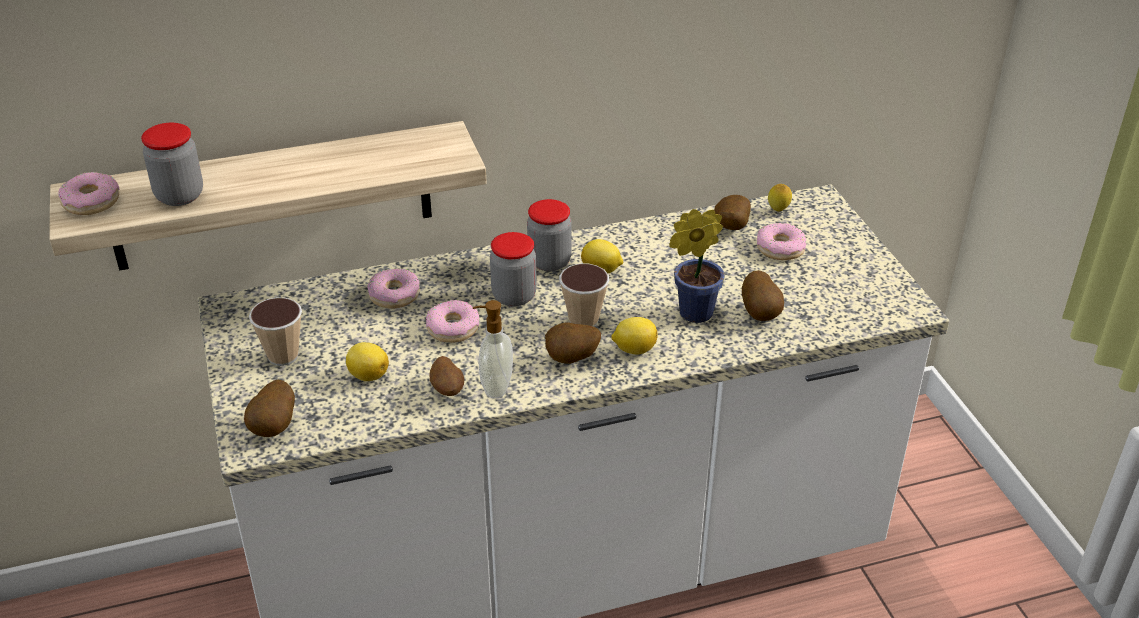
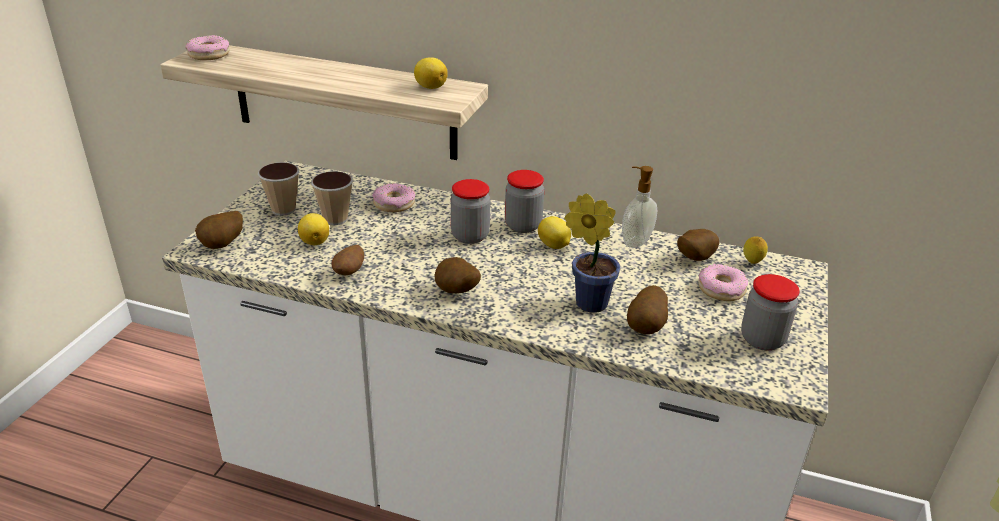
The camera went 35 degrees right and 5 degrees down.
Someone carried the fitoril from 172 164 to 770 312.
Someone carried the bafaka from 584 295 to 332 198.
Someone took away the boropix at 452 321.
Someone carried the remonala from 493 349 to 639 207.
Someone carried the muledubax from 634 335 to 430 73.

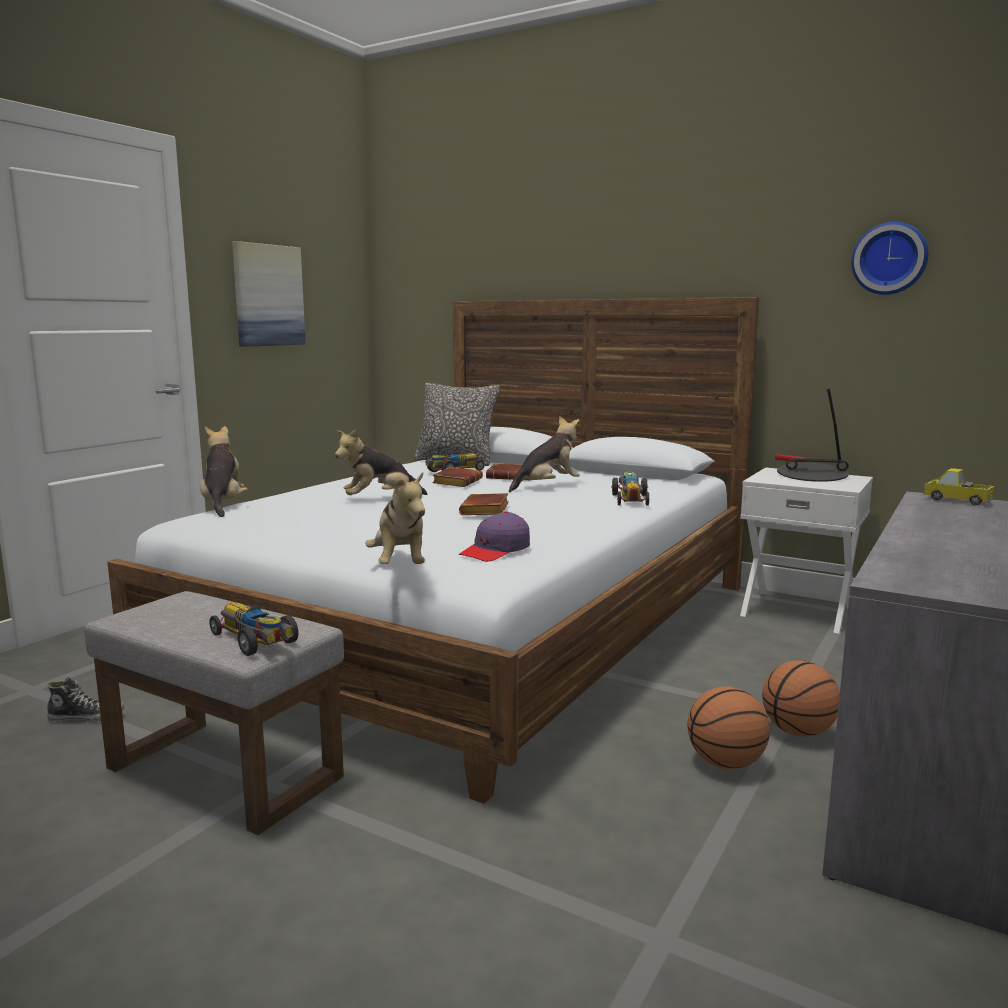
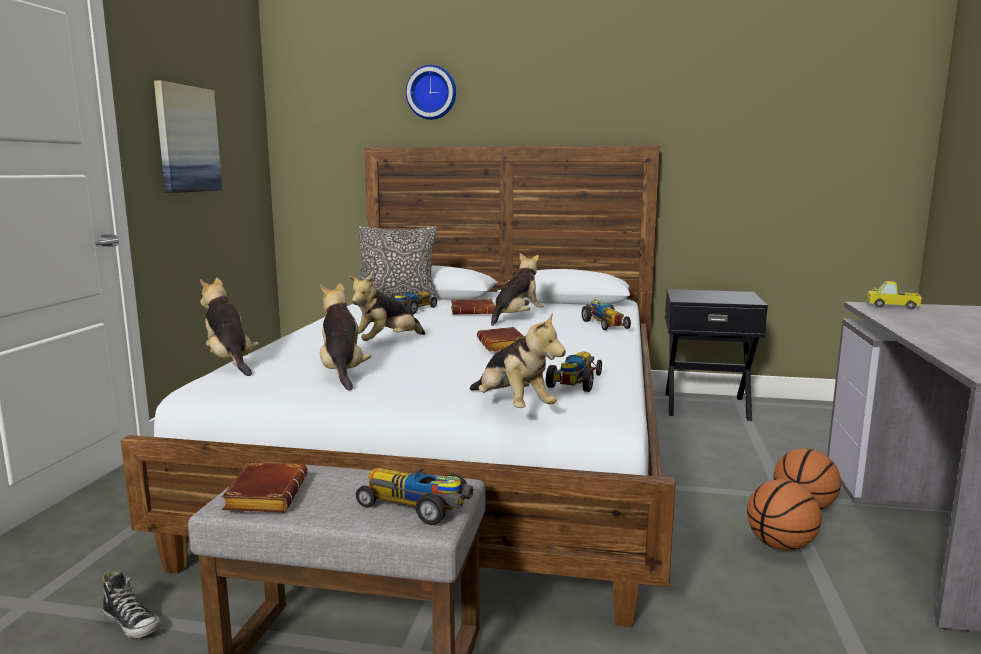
The camera went 20 degrees left and 0 degrees up.
Someone carried the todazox from 890 258 to 431 92.
Someone took away the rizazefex at 812 435.
Someone carried the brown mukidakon from 457 477 to 265 487.
Someone repainted the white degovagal at 806 550, which became the black degovagal at 716 355.
Someone swapped the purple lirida at 494 536 for the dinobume at 574 371.
Someone rotated the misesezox at 85 699 by 60 degrees clockwise.
Someone put down the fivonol at 345 337.

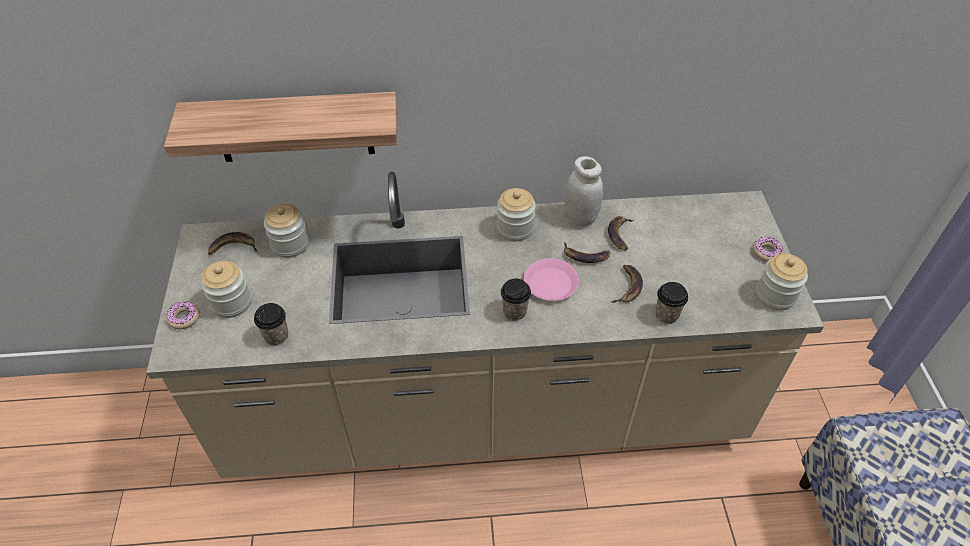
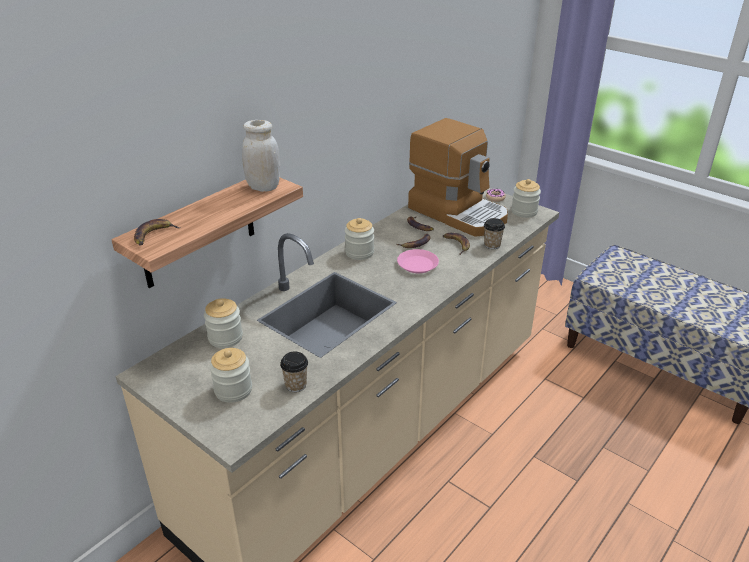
The camera went 45 degrees left and 15 degrees down.
Someone carried the white fitoril from 584 191 to 261 156.
Someone carried the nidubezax from 232 243 to 157 232.
Someone took away the bafaka at 516 300.
Someone took away the boropix at 183 315.
Someone put down the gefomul at 458 177.

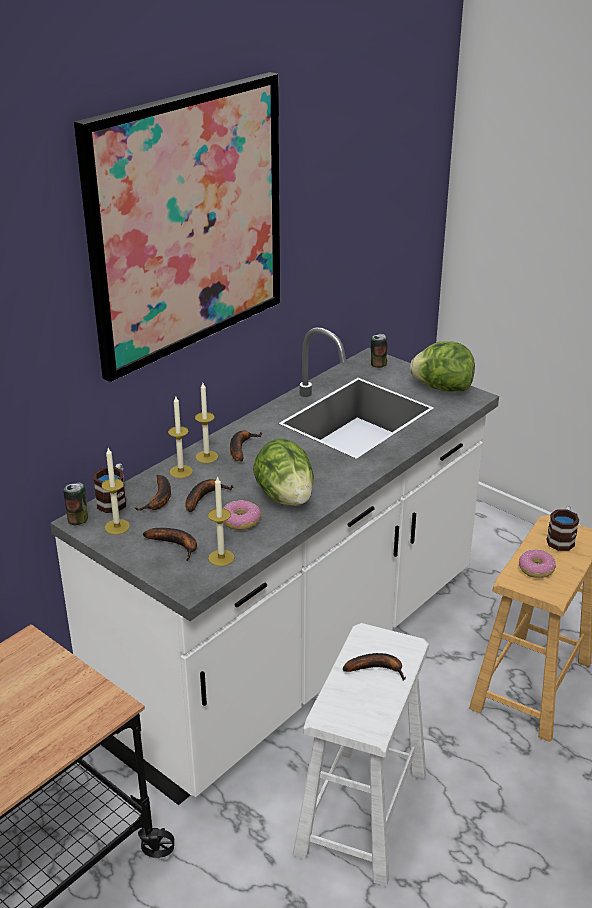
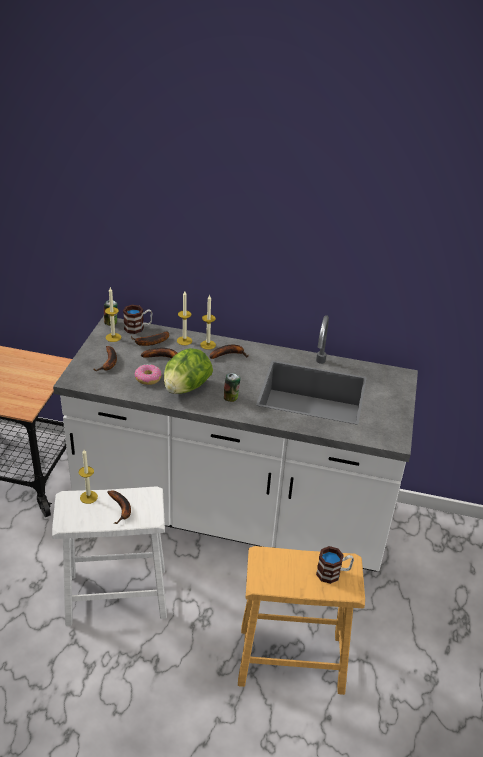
The camera went 60 degrees right and 5 degrees up.
Someone took away the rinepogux at 177 227.
Someone carried the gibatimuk from 379 351 to 232 387.
Someone took away the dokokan at 442 366.
Someone carried the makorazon from 221 521 to 88 477.
Someone took away the boropix at 537 563.

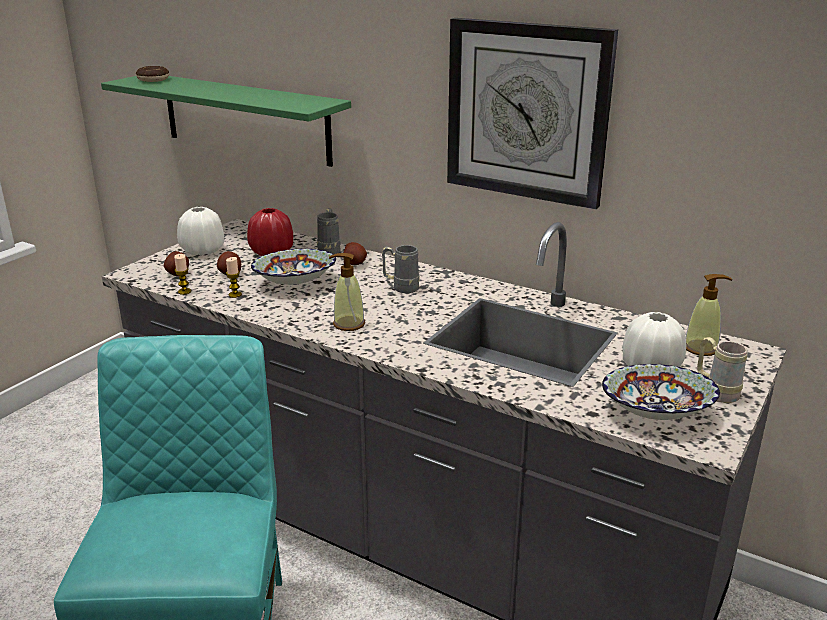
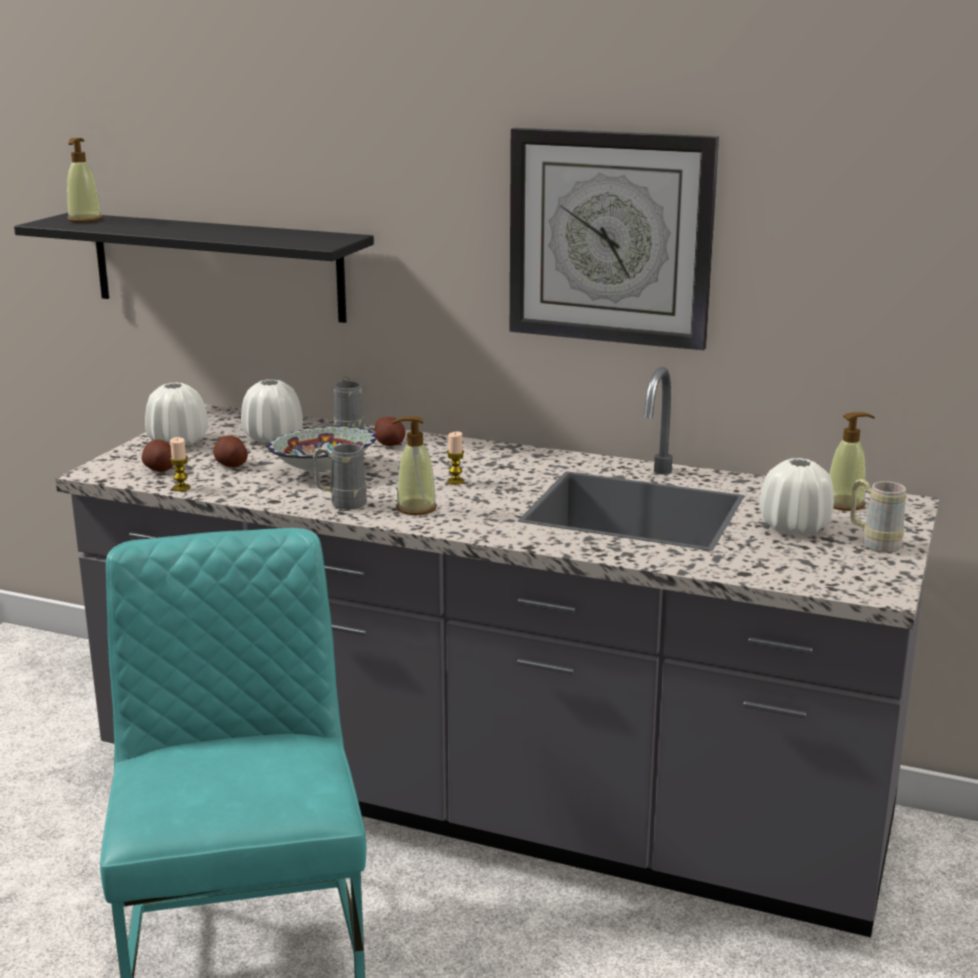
The camera went 10 degrees left and 5 degrees down.
Someone swapped the boropix at 152 74 for the remonala at 85 180.
Someone repainted the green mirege at 226 121, which became the black mirege at 194 268.
Someone repainted the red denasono at 270 232, which became the white denasono at 272 411.
Someone carried the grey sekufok from 401 269 to 340 476.
Someone carried the makorazon from 234 277 to 455 458.
Someone took away the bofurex at 661 392.

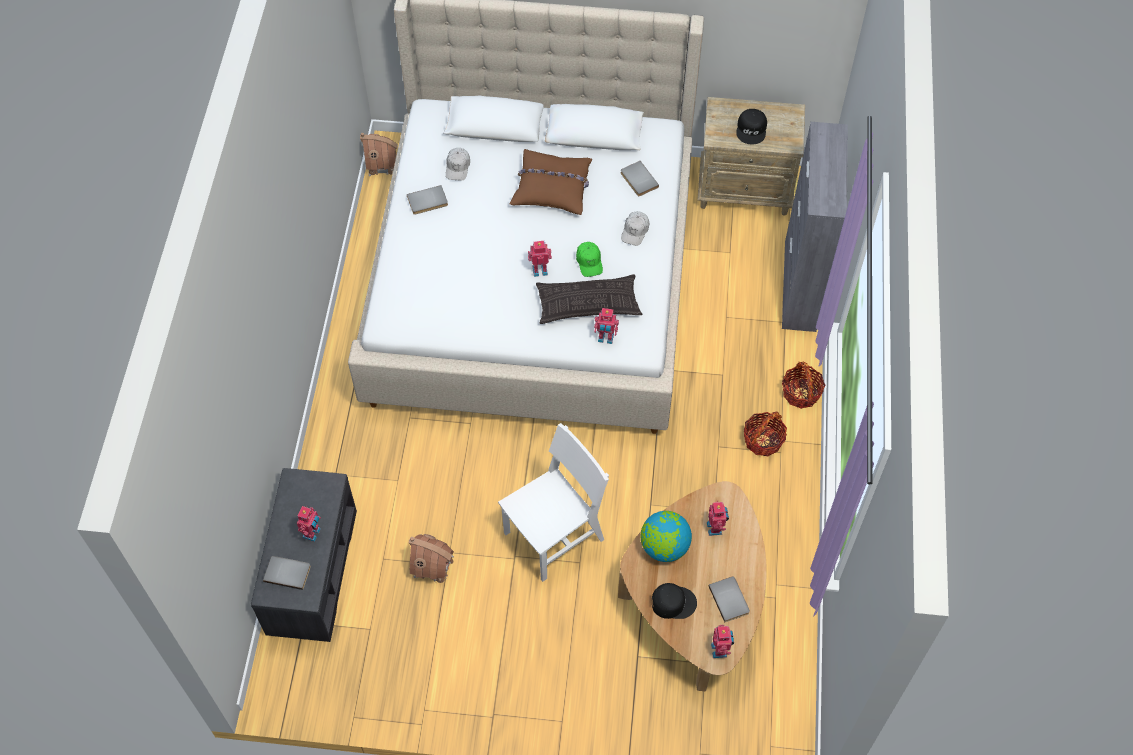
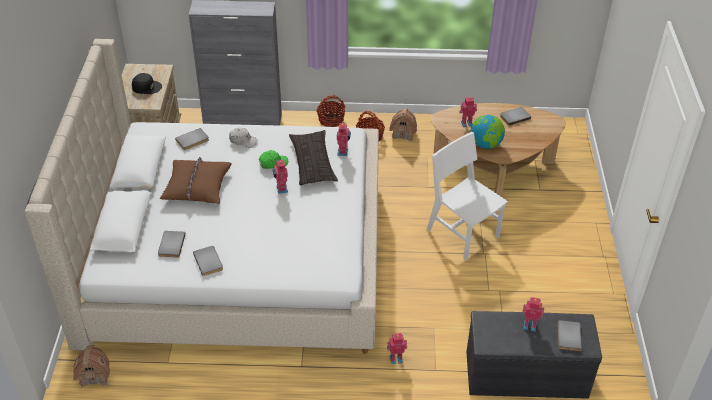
The camera went 95 degrees left and 15 degrees down.
Someone swapped the white lirida at 458 164 for the grey mukidakon at 171 244.
Someone carried the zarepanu from 431 558 to 403 125.
Someone took away the black lirida at 674 601.
Someone carried the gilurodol from 722 641 to 397 348.

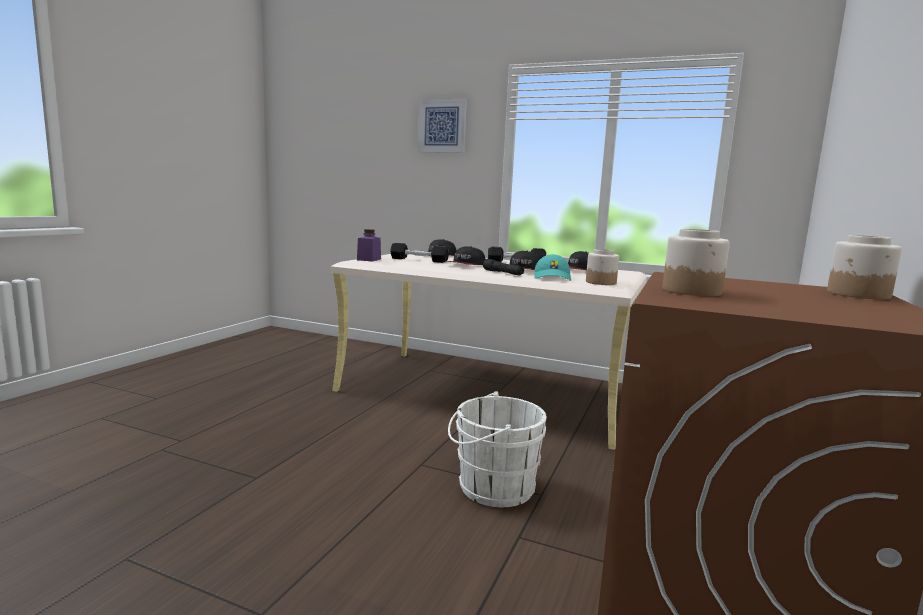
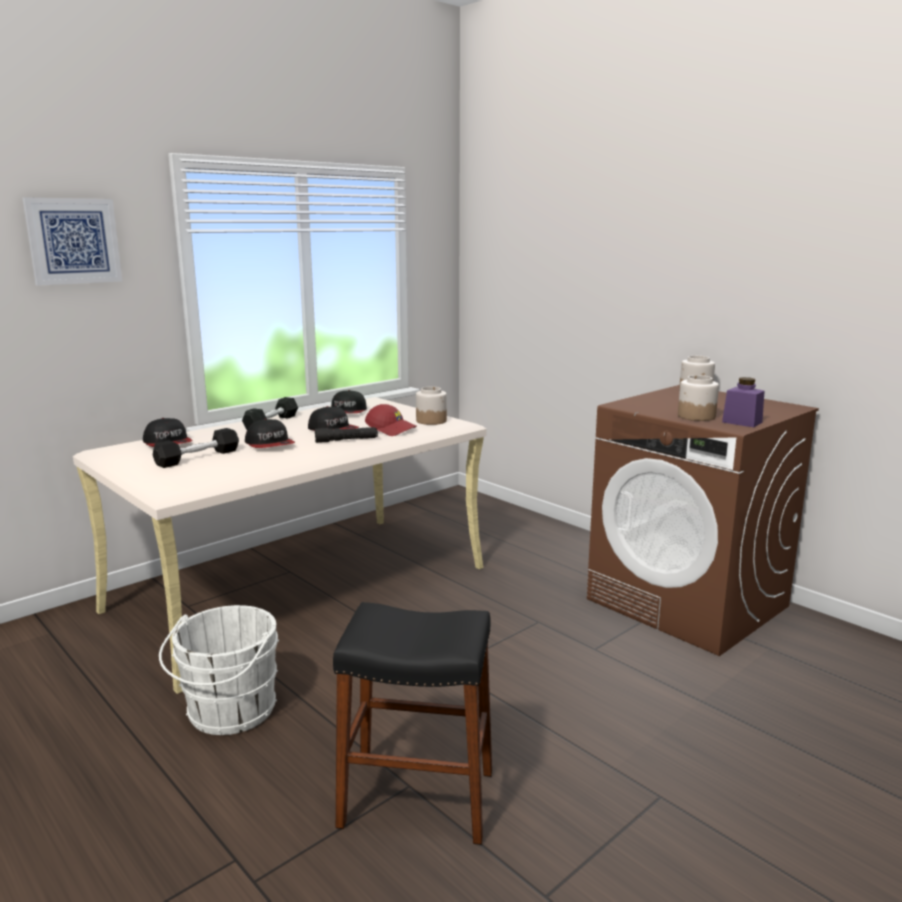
The camera went 65 degrees left and 5 degrees up.
Someone carried the purple fitoril from 369 245 to 743 402.
Someone repainted the turquoise lirida at 552 267, which became the red lirida at 391 420.
Someone carried the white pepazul from 497 449 to 219 670.
Someone put down the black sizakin at 412 723.

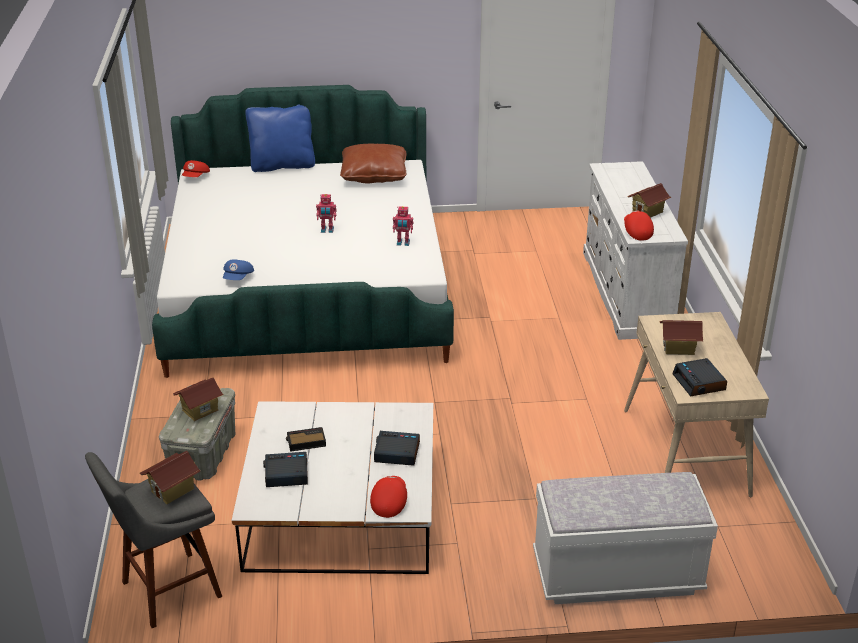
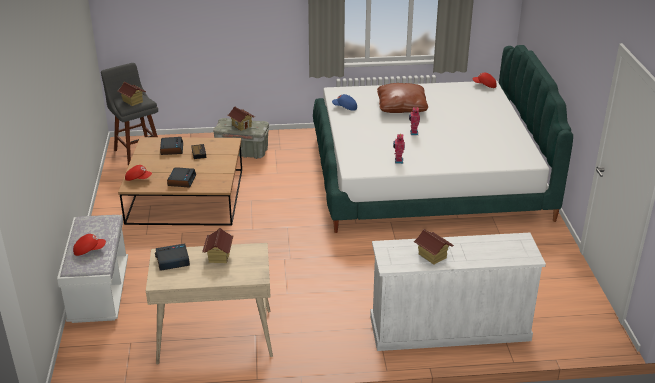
The camera went 90 degrees right and 0 degrees up.
Someone took away the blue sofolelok at 280 138.
Someone carried the brown sofolelok from 373 163 to 402 98.
Someone carried the red lirida from 639 225 to 89 245.
Someone repainted the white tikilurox at 332 487, which became the brown tikilurox at 180 181.

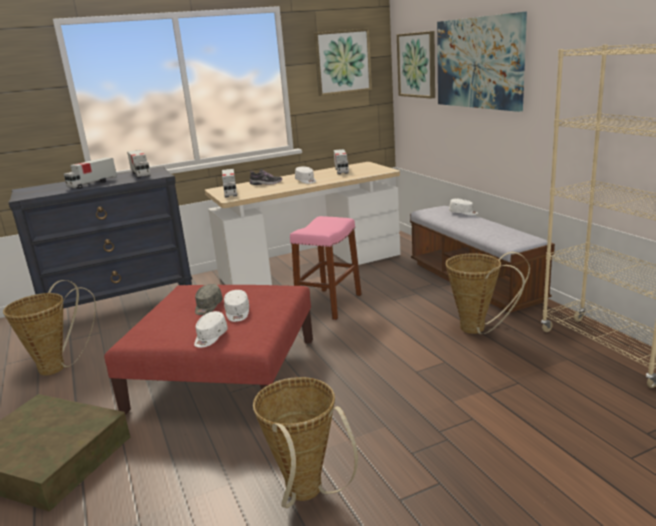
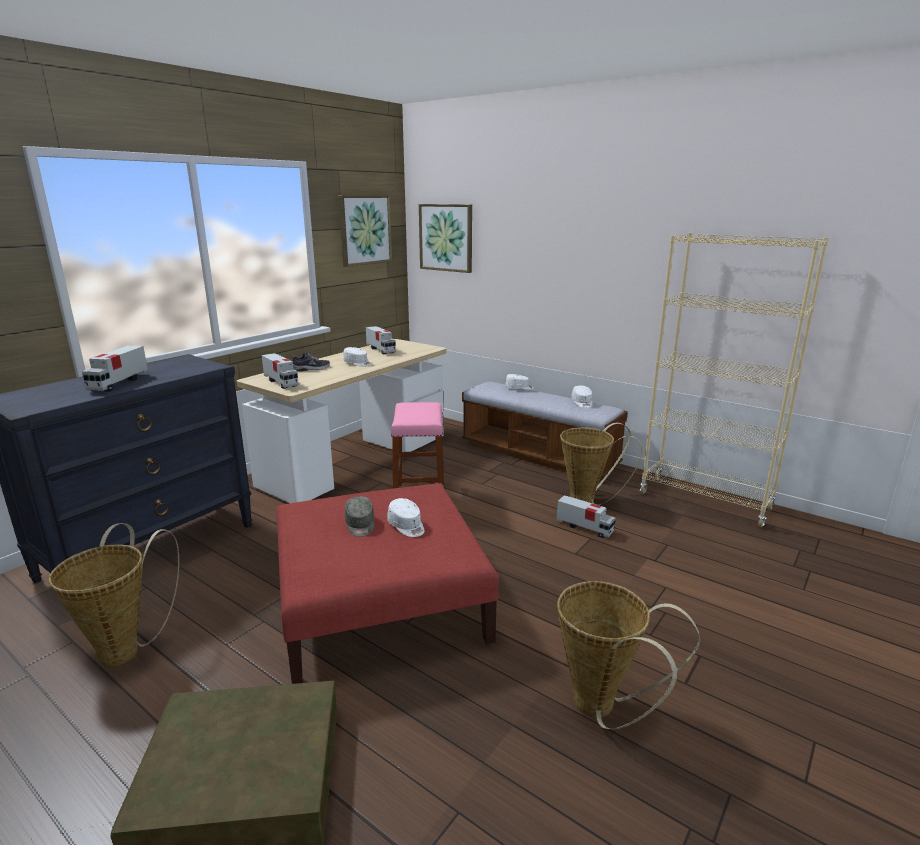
The camera went 30 degrees left and 0 degrees up.
Someone took away the rinepogux at 482 62.
Someone carried the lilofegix from 139 164 to 586 516.
Someone carried the white lirida from 211 329 to 581 397.

